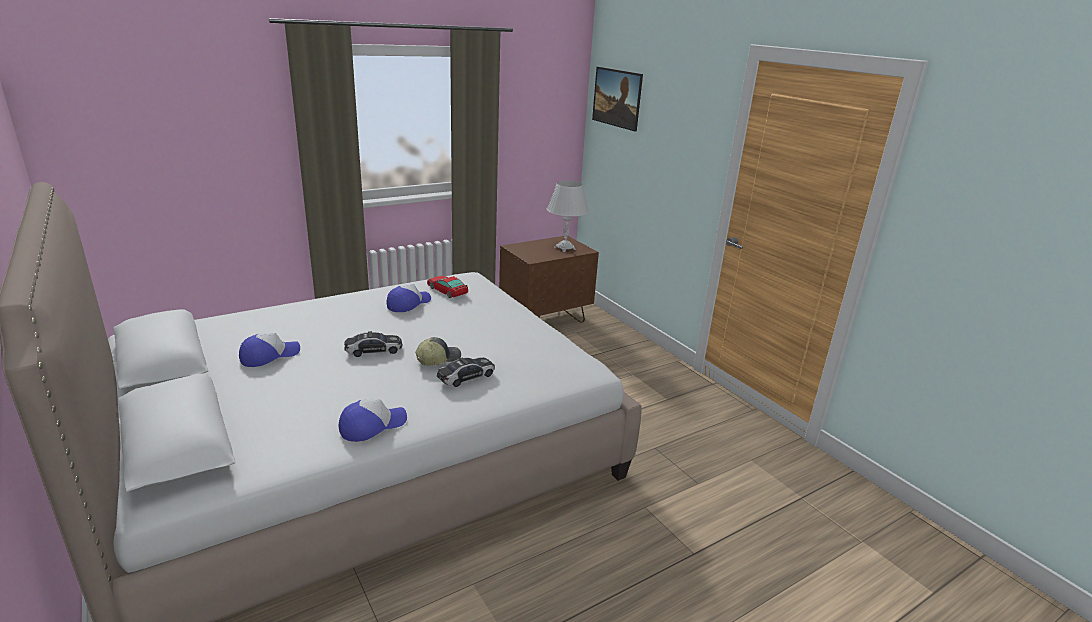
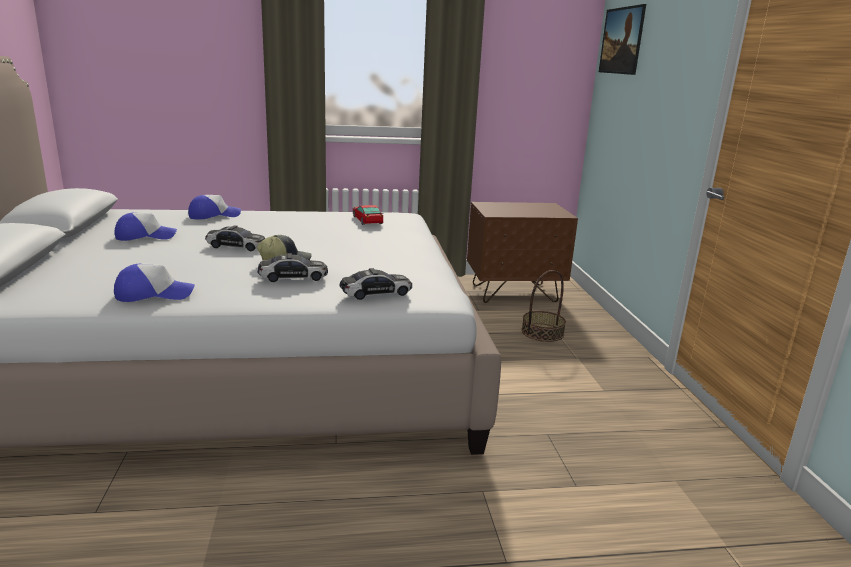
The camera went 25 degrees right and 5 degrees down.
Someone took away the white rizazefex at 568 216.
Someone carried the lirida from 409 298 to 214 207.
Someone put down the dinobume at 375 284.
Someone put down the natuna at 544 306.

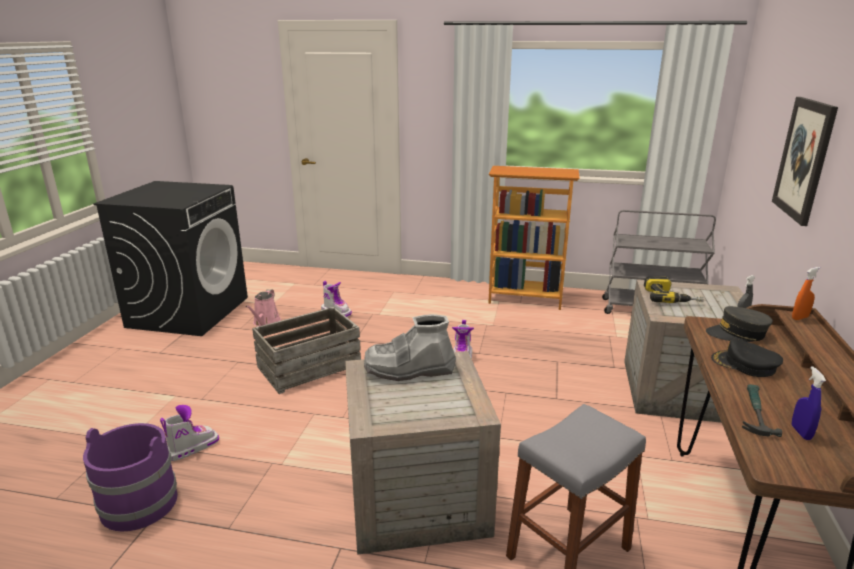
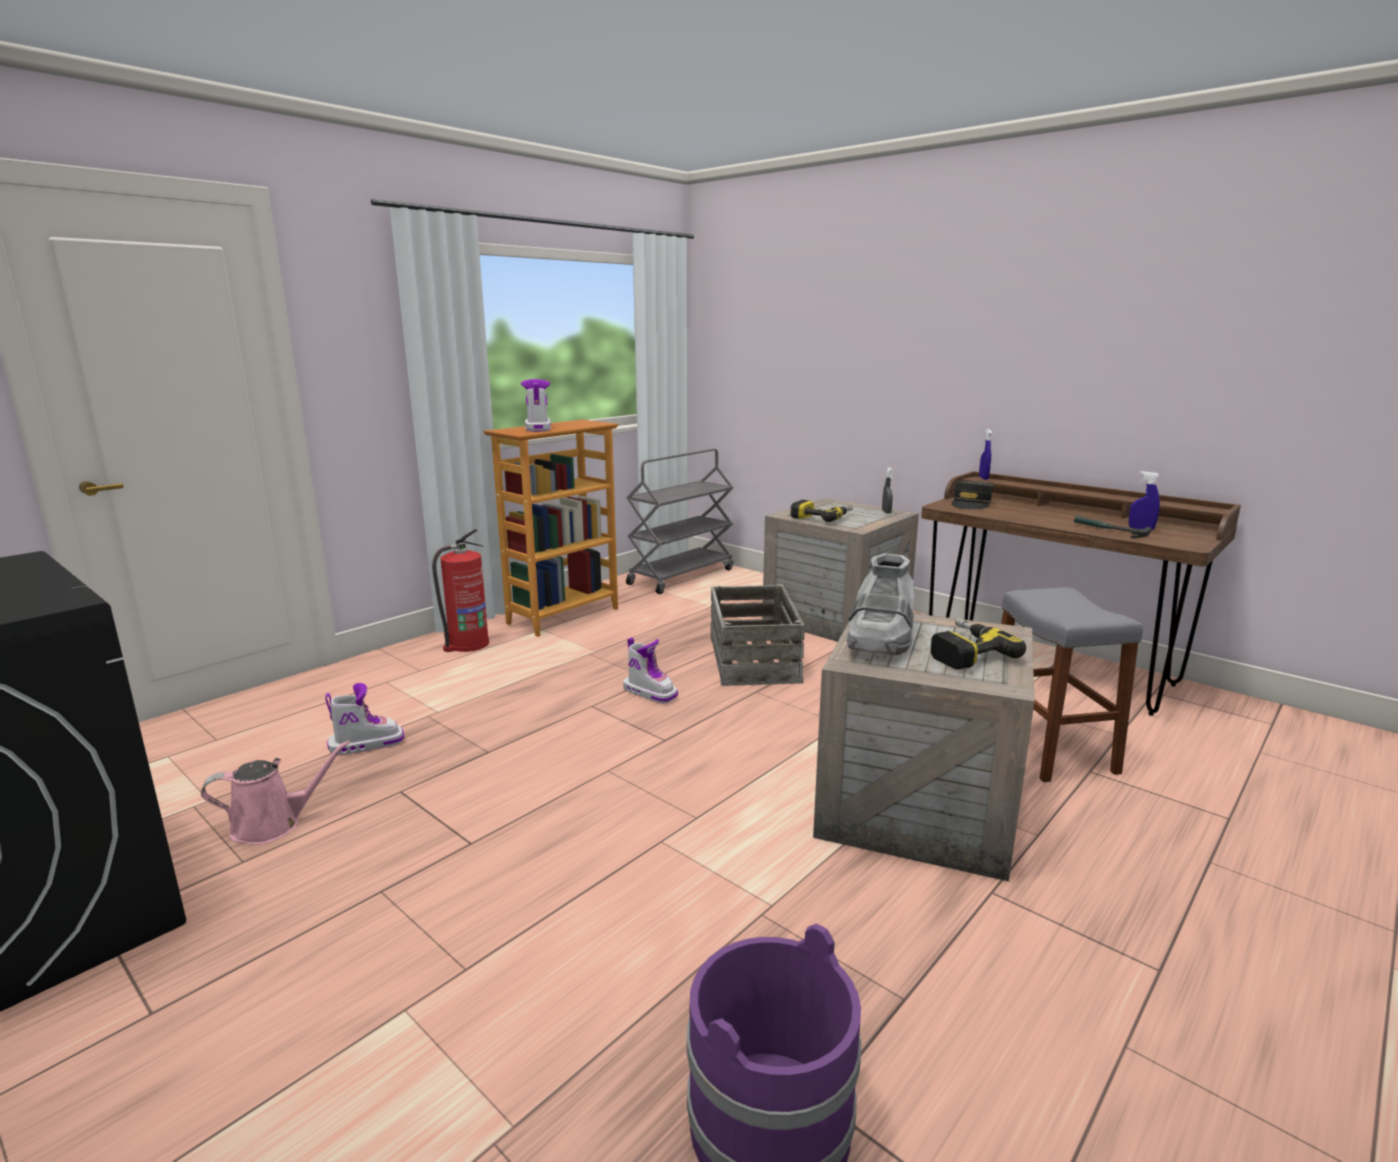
The camera went 60 degrees left and 5 degrees down.
Someone took away the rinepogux at 805 161.
Someone repainted the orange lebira at 806 293, which became the blue lebira at 985 454.
Someone rotated the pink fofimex at 263 308 by 60 degrees counterclockwise.
Someone carried the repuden from 306 350 to 758 635.
Someone took away the black lirida at 747 357.
Someone carried the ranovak from 189 433 to 536 405.
Someone put down the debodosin at 460 590.
Someone put down the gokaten at 978 644.

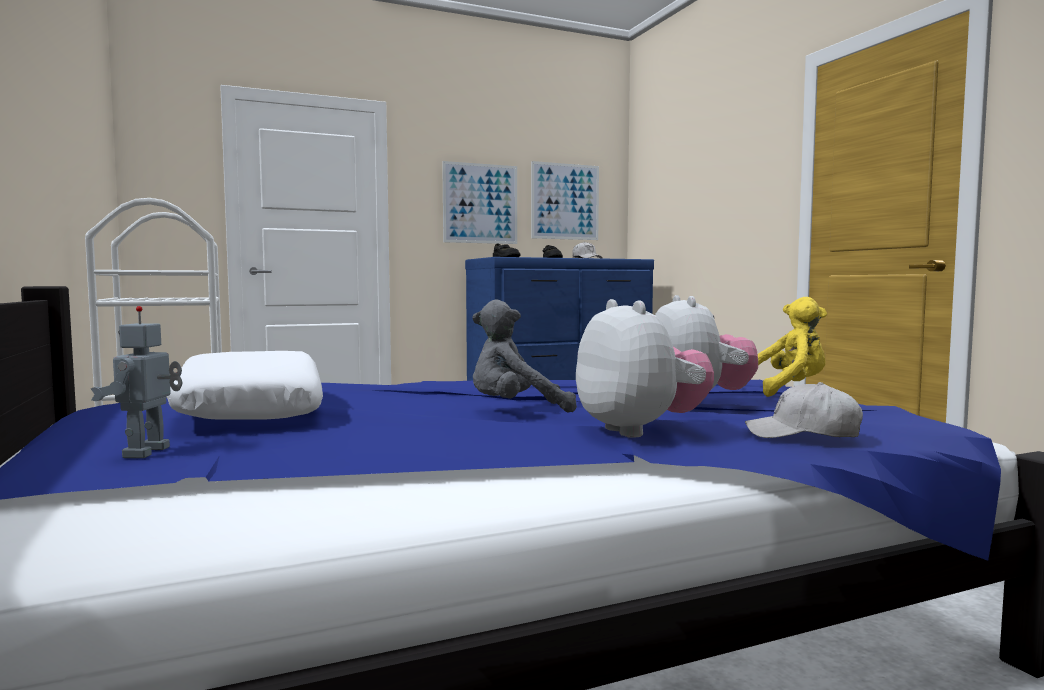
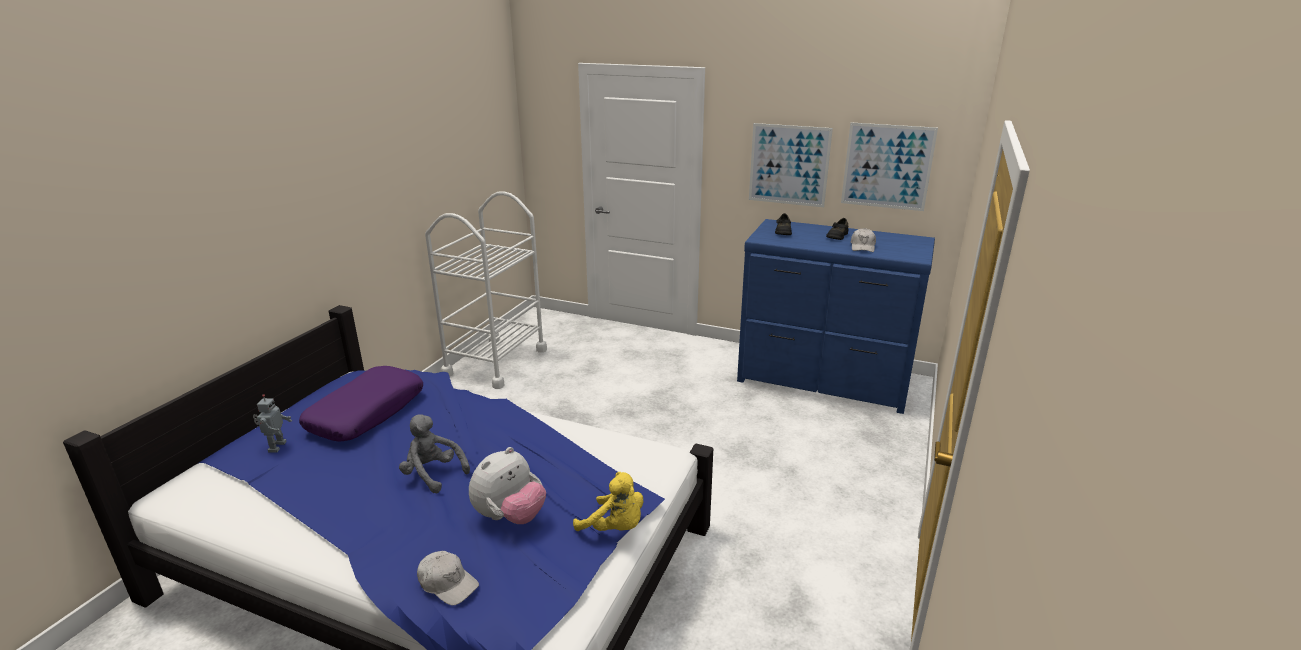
The camera went 45 degrees right and 20 degrees up.
Someone took away the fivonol at 645 368.
Someone rotated the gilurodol at 137 382 by 135 degrees clockwise.
Someone repainted the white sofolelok at 245 385, which became the purple sofolelok at 361 404.
Someone rotated the white lirida at 804 410 by 150 degrees clockwise.

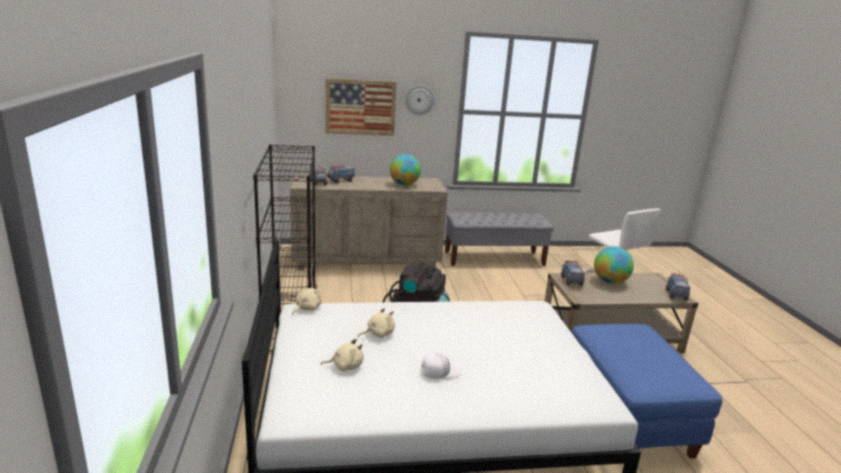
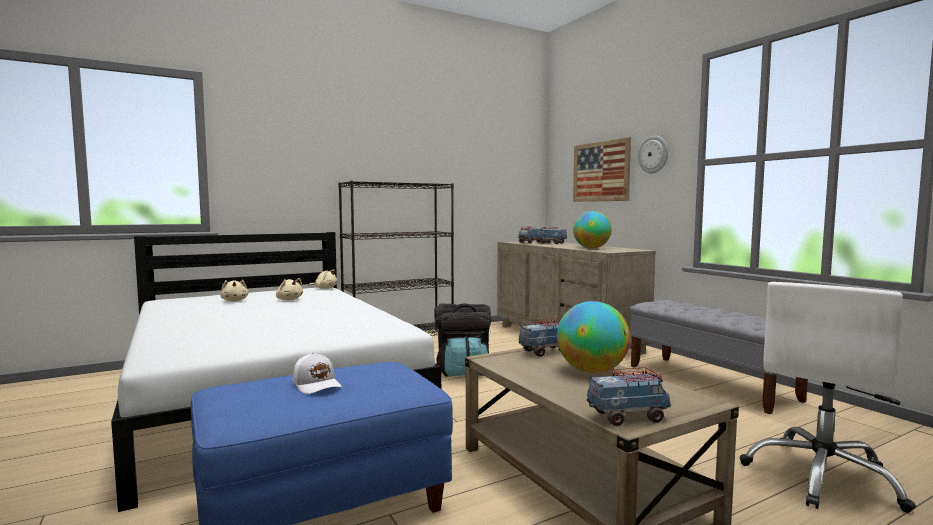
The camera went 70 degrees right and 15 degrees down.
Someone carried the white lirida from 441 366 to 317 373.

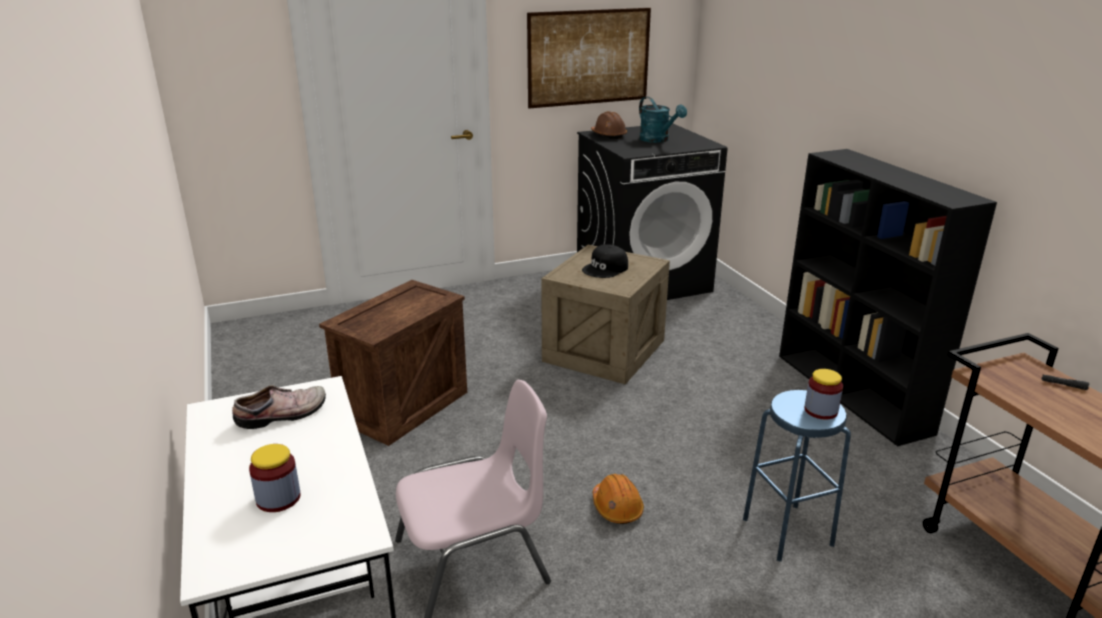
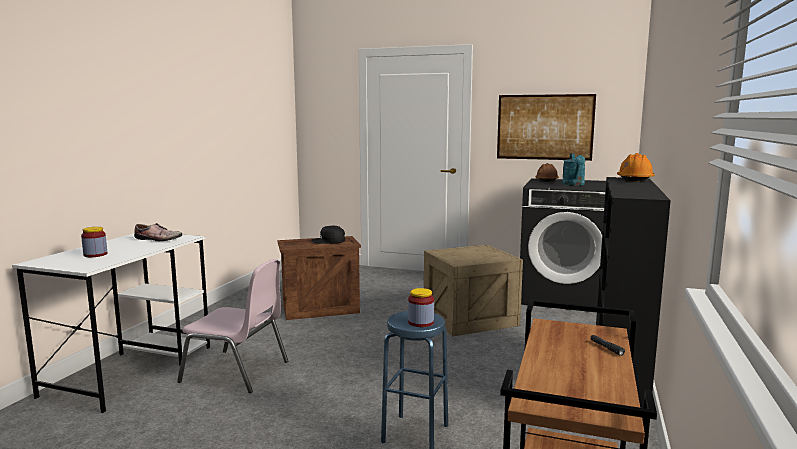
The camera went 40 degrees right and 15 degrees down.
Someone carried the black lirida from 605 261 to 328 235.
Someone carried the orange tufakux from 618 499 to 636 167.

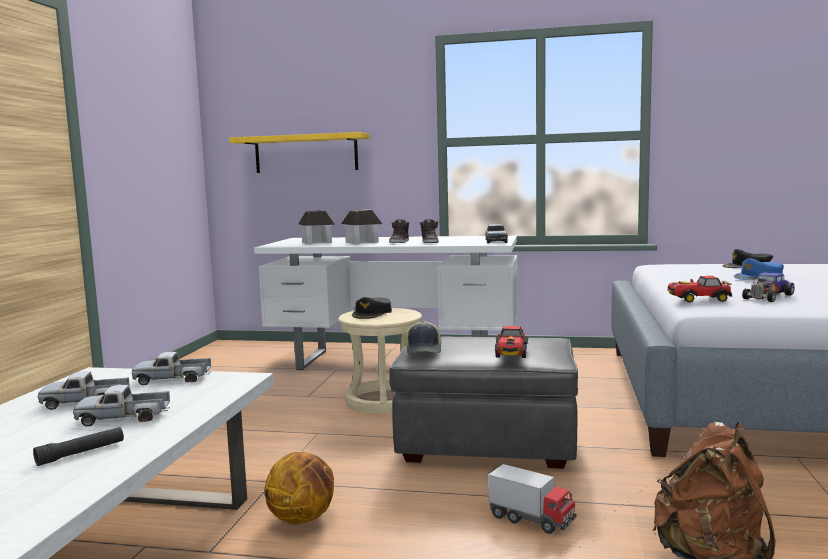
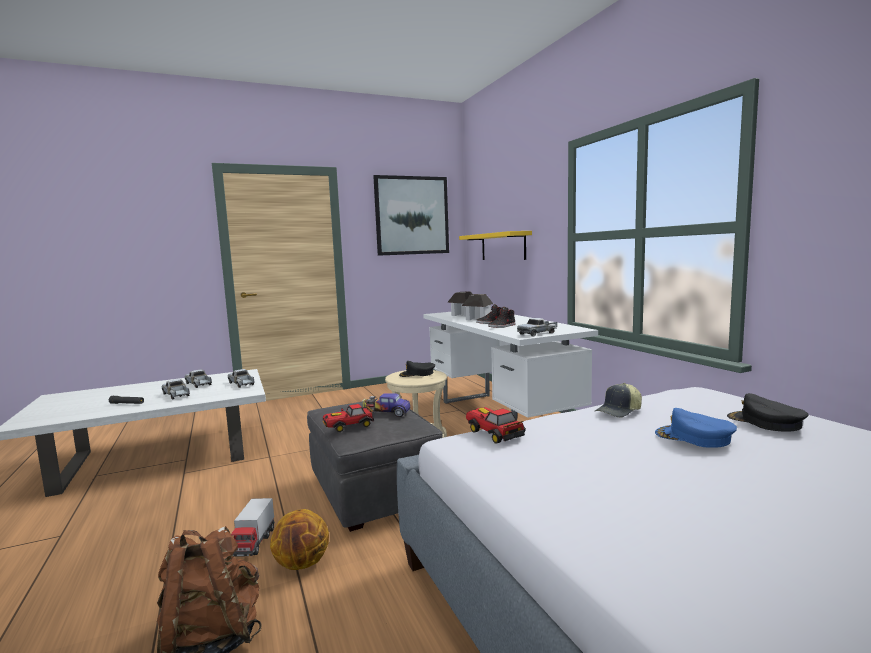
The camera went 55 degrees right and 0 degrees up.
Someone carried the dinobume from 768 287 to 386 405.
Someone carried the lirida from 423 338 to 618 400.
Someone carried the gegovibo from 299 488 to 299 539.
Someone put up the rinepogux at 411 215.

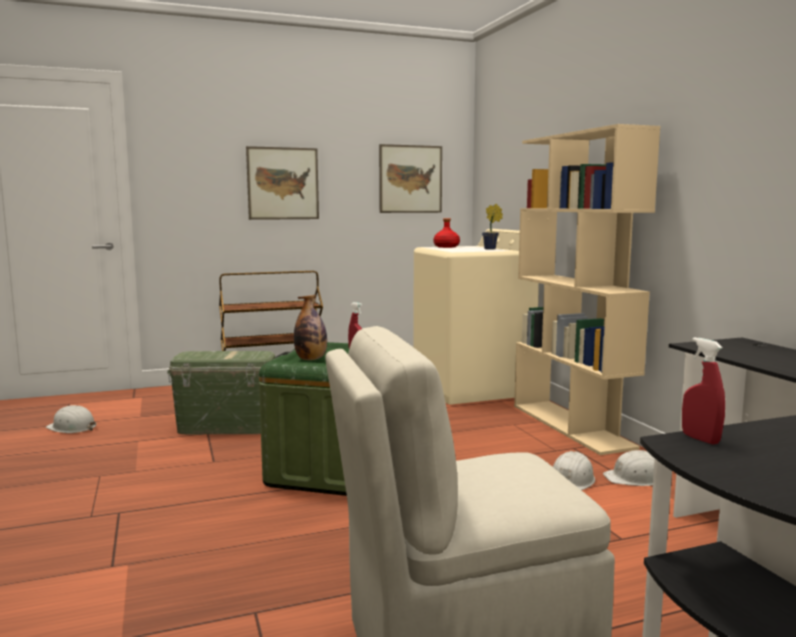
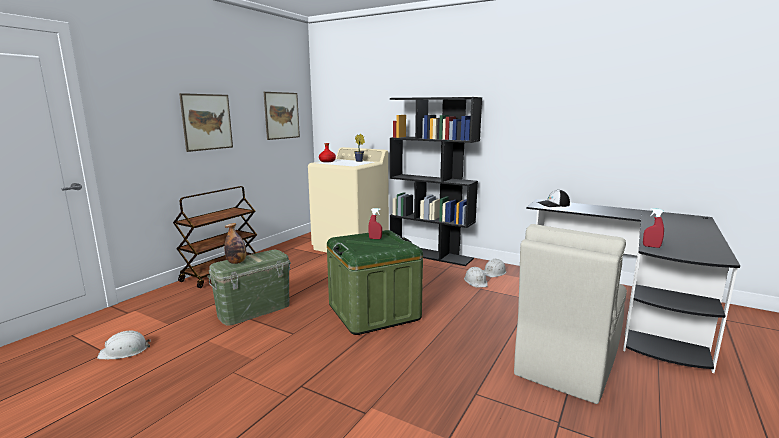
The camera went 40 degrees left and 5 degrees up.
Someone repainted the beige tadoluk at 587 289, which became the black tadoluk at 436 181.
Someone carried the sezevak from 310 327 to 235 243.
Someone put down the lirida at 553 198.

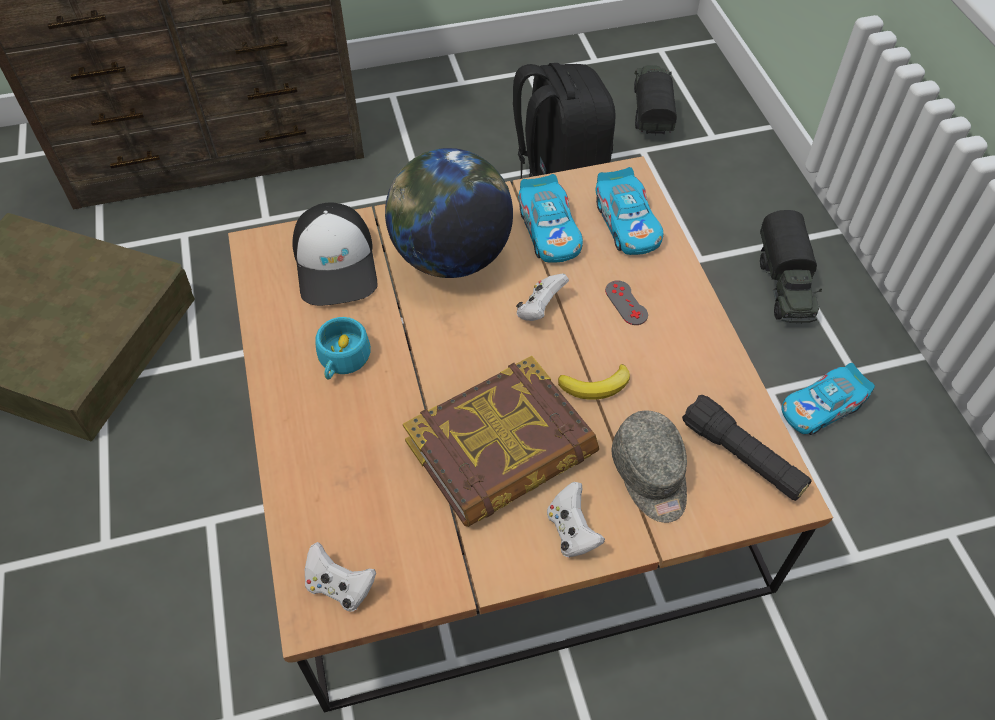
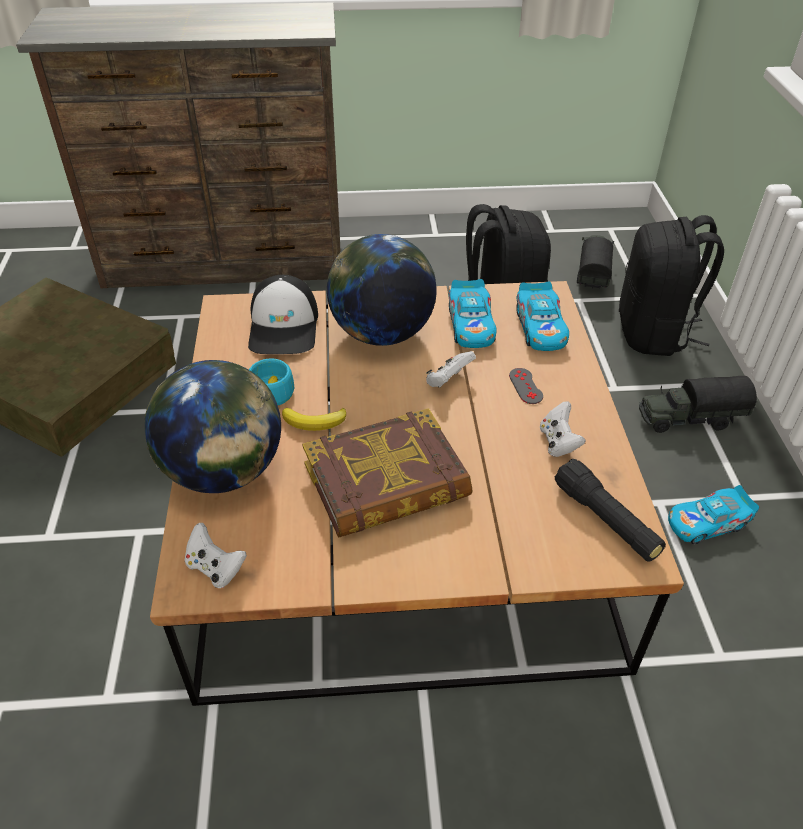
The camera went 10 degrees right and 10 degrees down.
Someone rotated the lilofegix at 791 267 by 75 degrees clockwise.
Someone carried the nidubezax from 594 382 to 314 419.
Someone took away the grey lirida at 649 466.
Someone carried the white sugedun from 576 520 to 563 429.
Someone put down the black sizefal at 671 285.
Someone put down the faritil at 213 426.

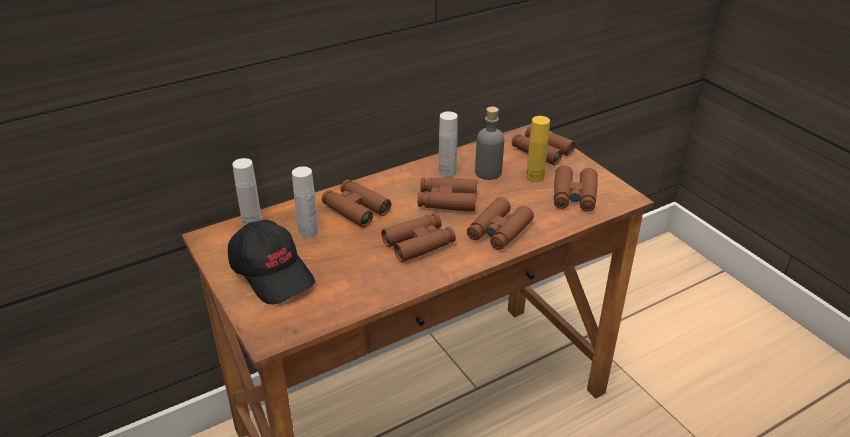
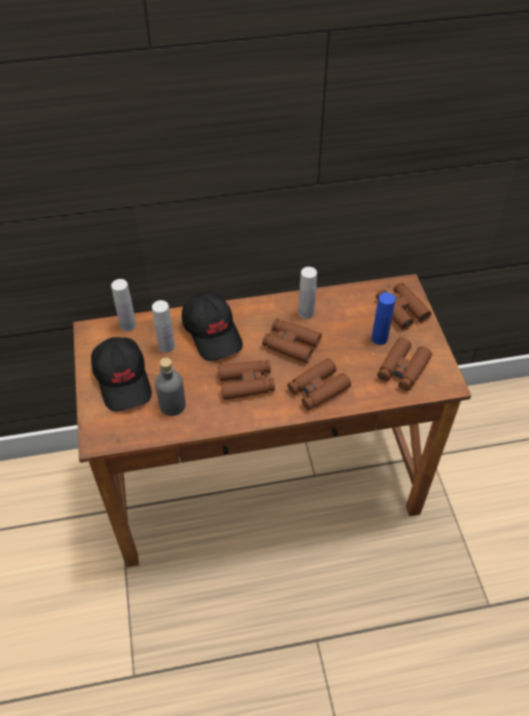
The camera went 20 degrees right and 15 degrees up.
Someone carried the grey sezevak from 489 143 to 170 386.
Someone repainted the yellow sezevak at 538 149, which became the blue sezevak at 383 318.
Someone swapped the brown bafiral at 356 203 for the black lirida at 212 326.

